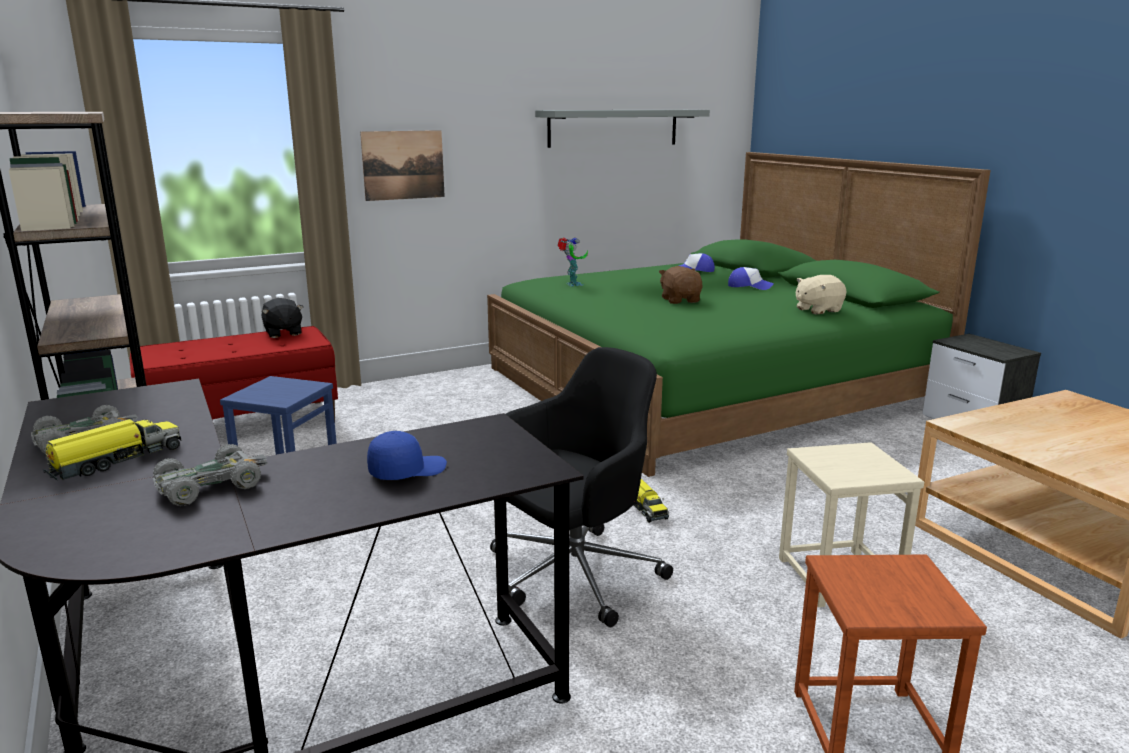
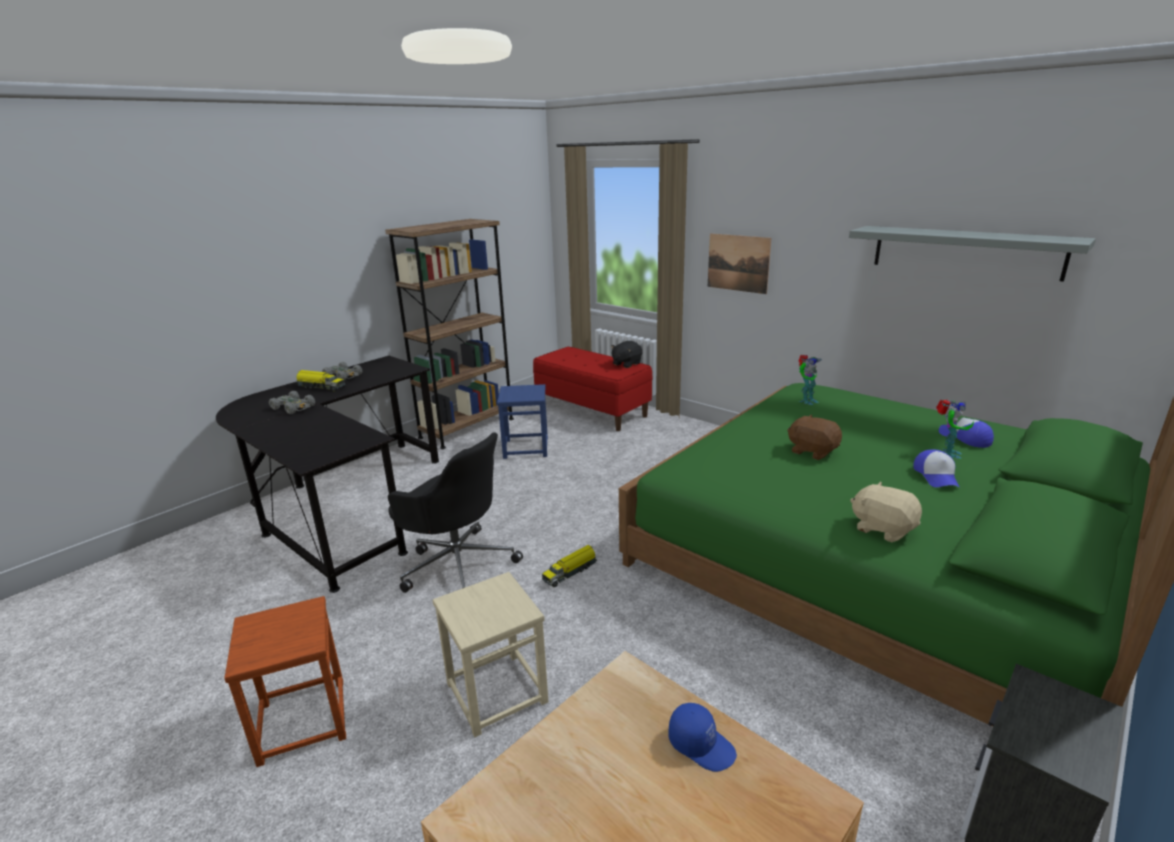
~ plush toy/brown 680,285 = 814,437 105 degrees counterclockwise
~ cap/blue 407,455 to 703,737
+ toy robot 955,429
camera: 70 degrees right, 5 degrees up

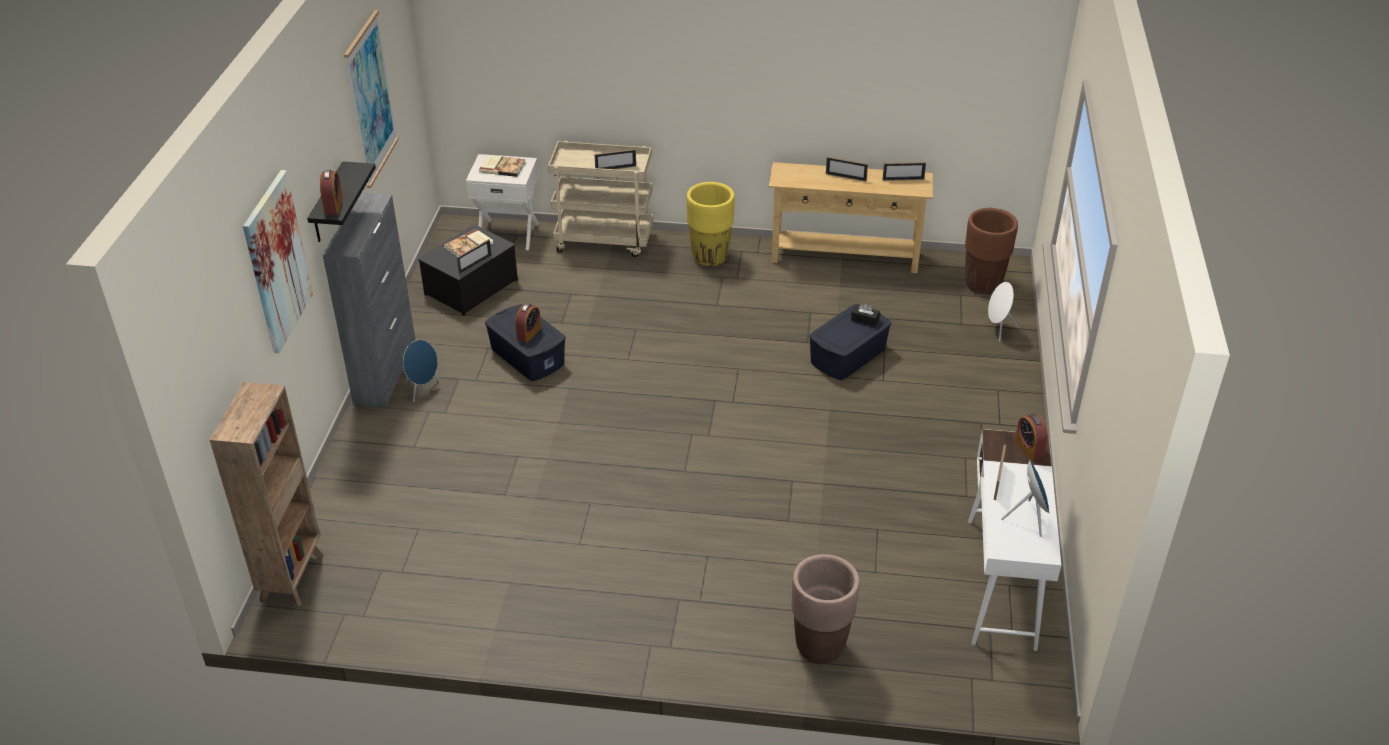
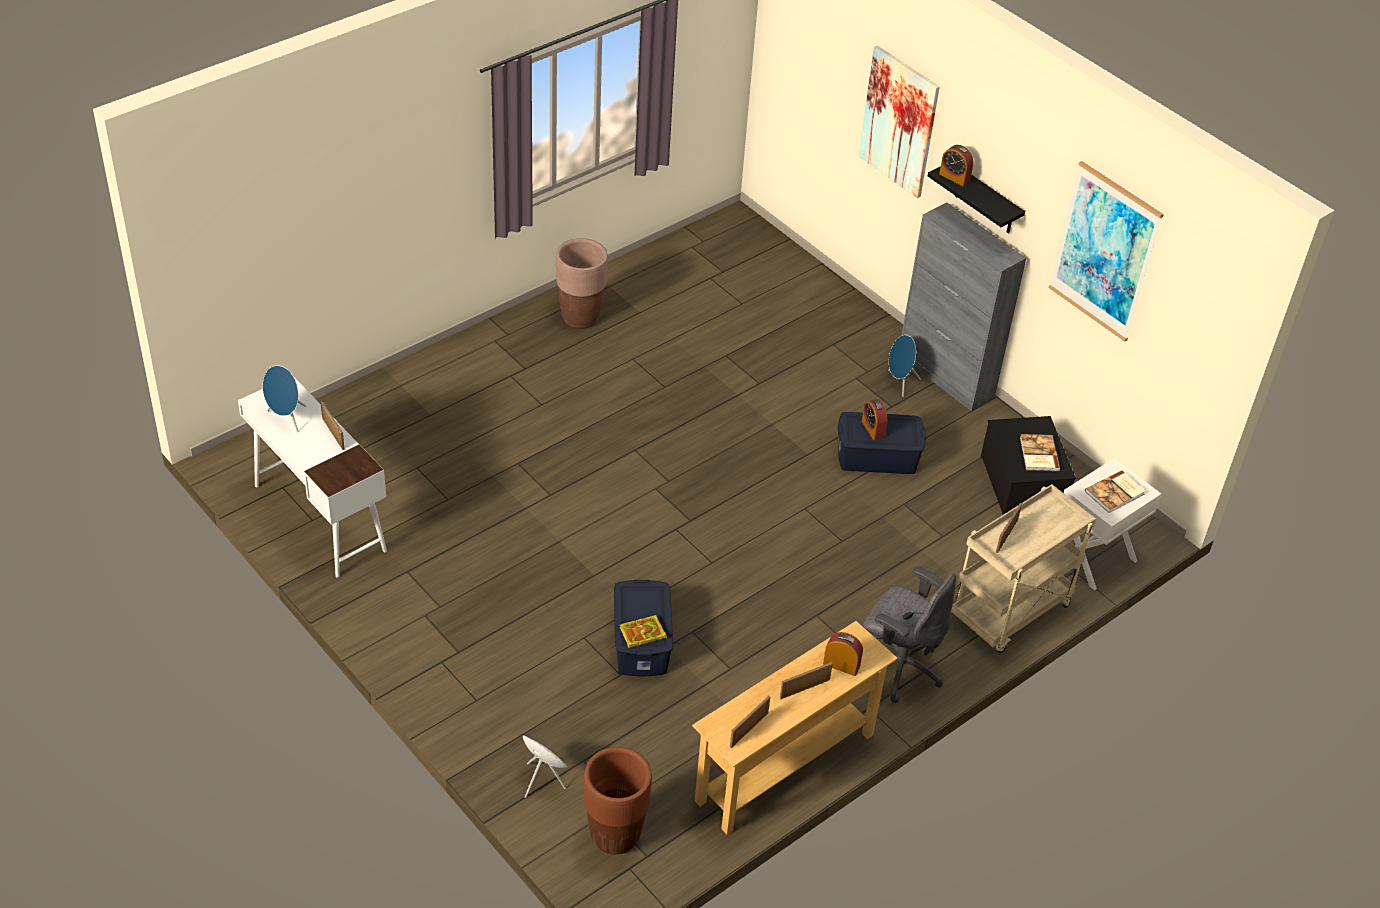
~ planter/yellow 711,224 to office chair/grey 909,634
- picture frame 474,256
~ tissue box/black 865,315 to book 643,631
- bookcase/brown 267,494
~ alarm clock 1031,437 to 843,654
~ planter/brown 825,609 to 582,283
camera: 130 degrees right, 5 degrees up

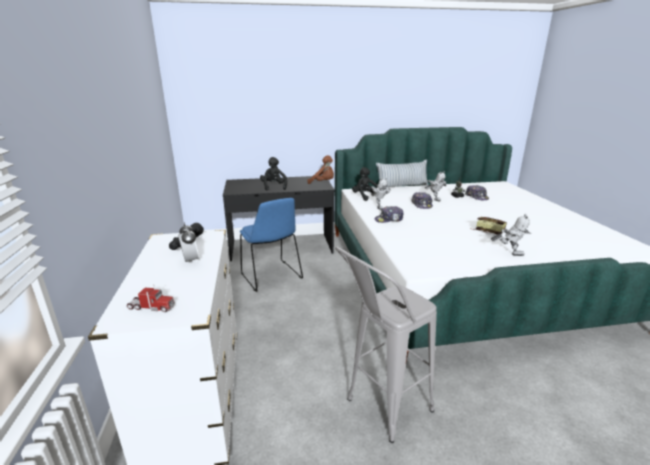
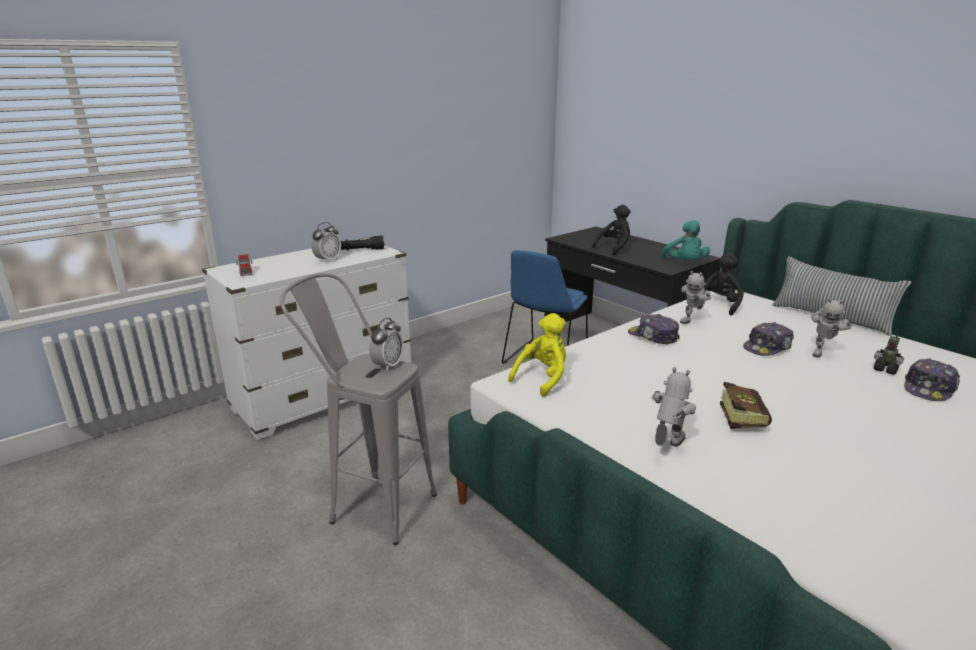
~ plush toy/brown 320,169 to plush toy/turquoise 685,240
~ toy robot 511,235 = 674,407 135 degrees counterclockwise
+ plush toy/yellow 537,355
+ alarm clock 386,345
camera: 60 degrees right, 0 degrees up

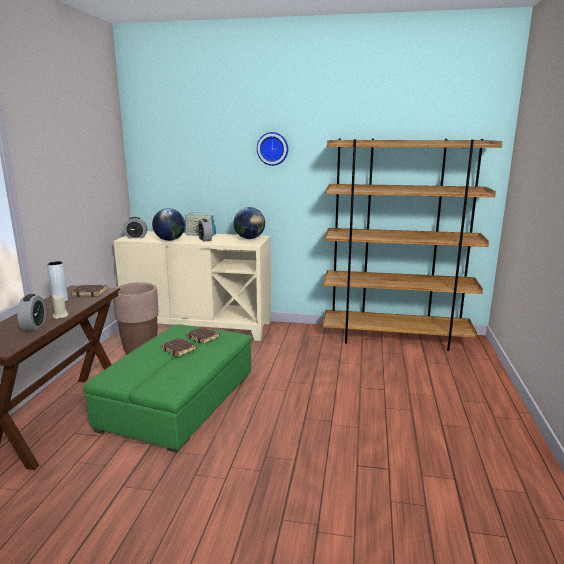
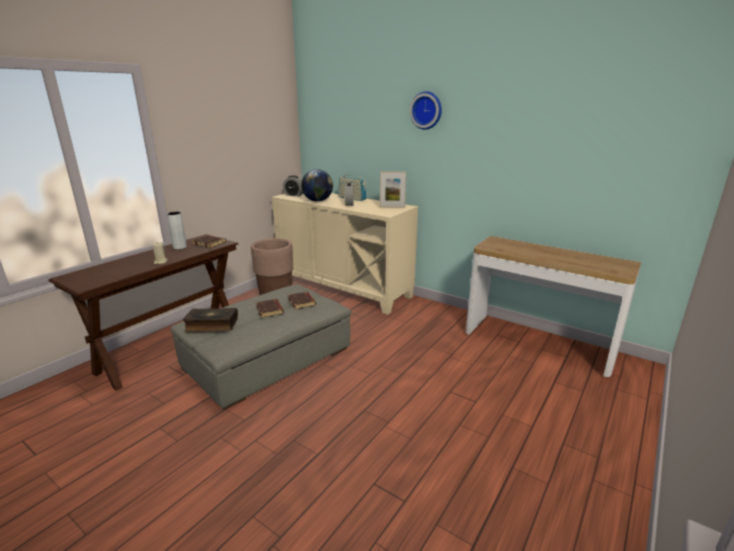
~ bookcase/brown 412,245 to console table 553,306
~ globe 249,223 to picture frame 393,189
- alarm clock 31,312
~ ottoman/green 167,388 to ottoman/grey 261,347
+ book 210,320
camera: 25 degrees right, 5 degrees up

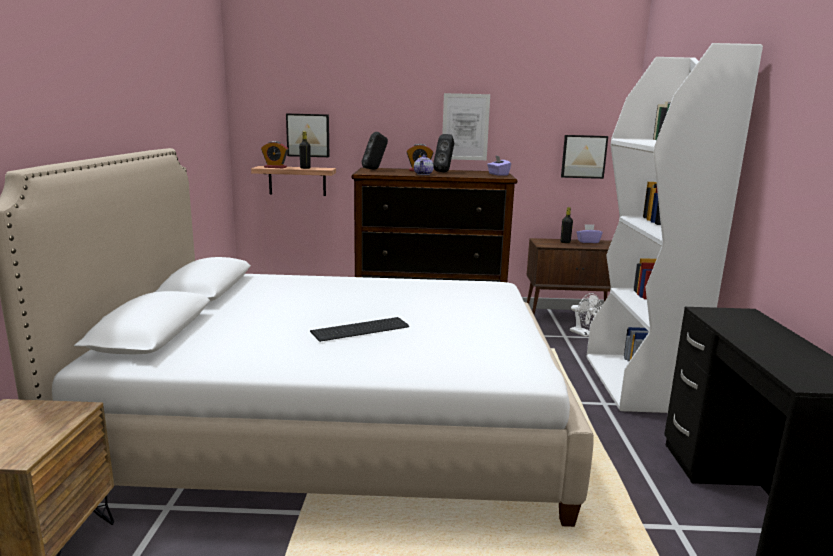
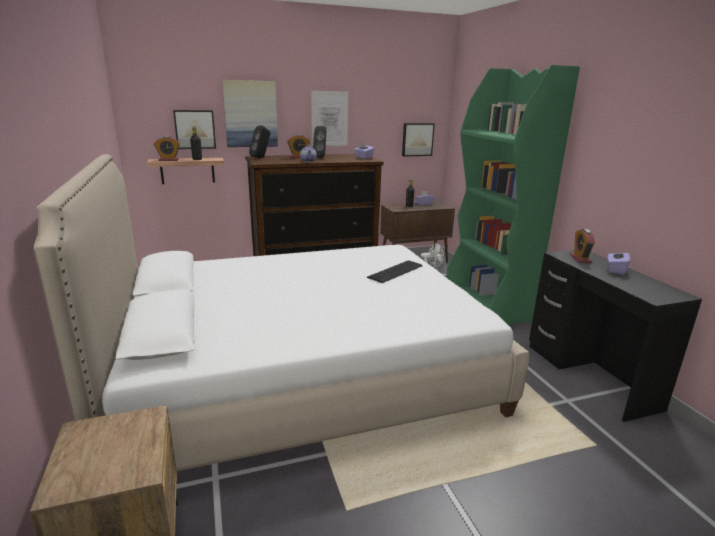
~ bookcase/white 674,228 to bookcase/green 513,195
~ keyboard 359,329 to 395,271
+ picture 250,113
+ alarm clock 582,246
+ tissue box/purple 619,261
camera: 20 degrees left, 5 degrees up

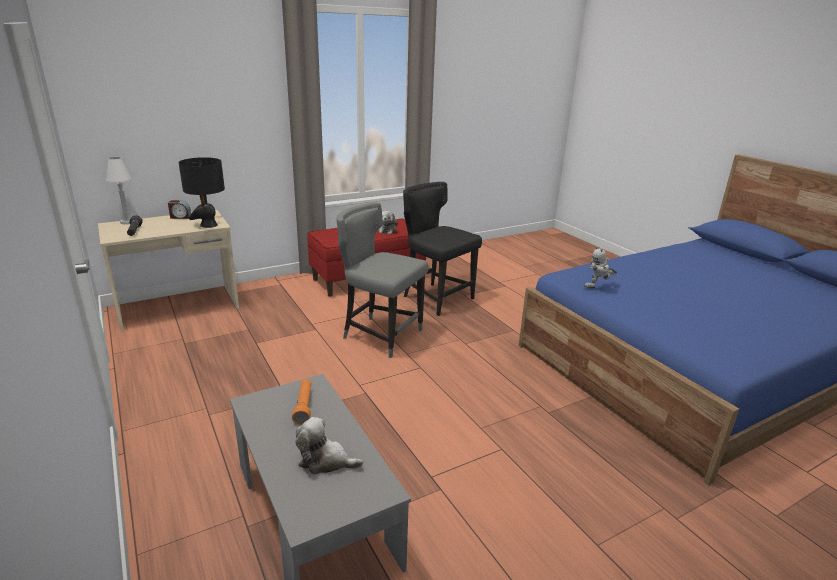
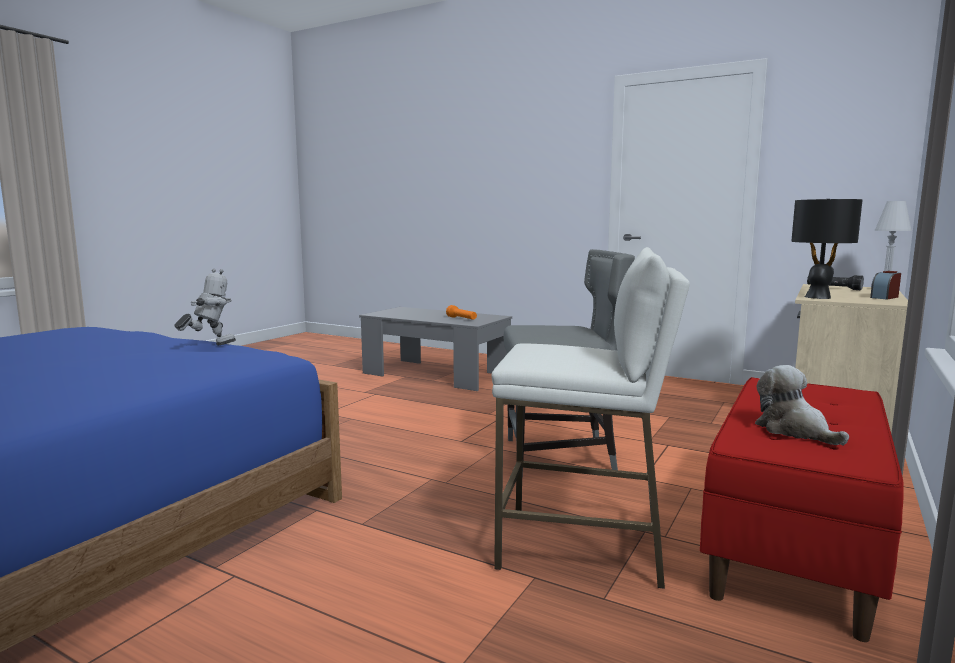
~ chair/black 442,249 to stool/white 590,418
- plush toy 329,445
camera: 150 degrees right, 15 degrees down

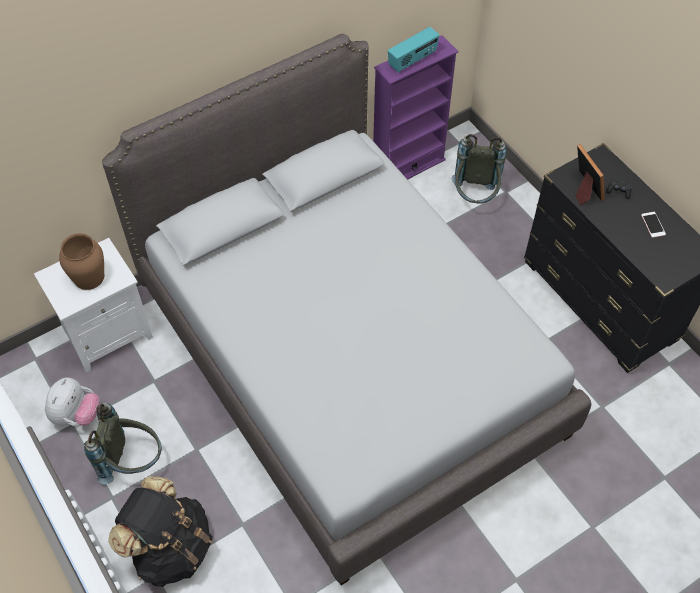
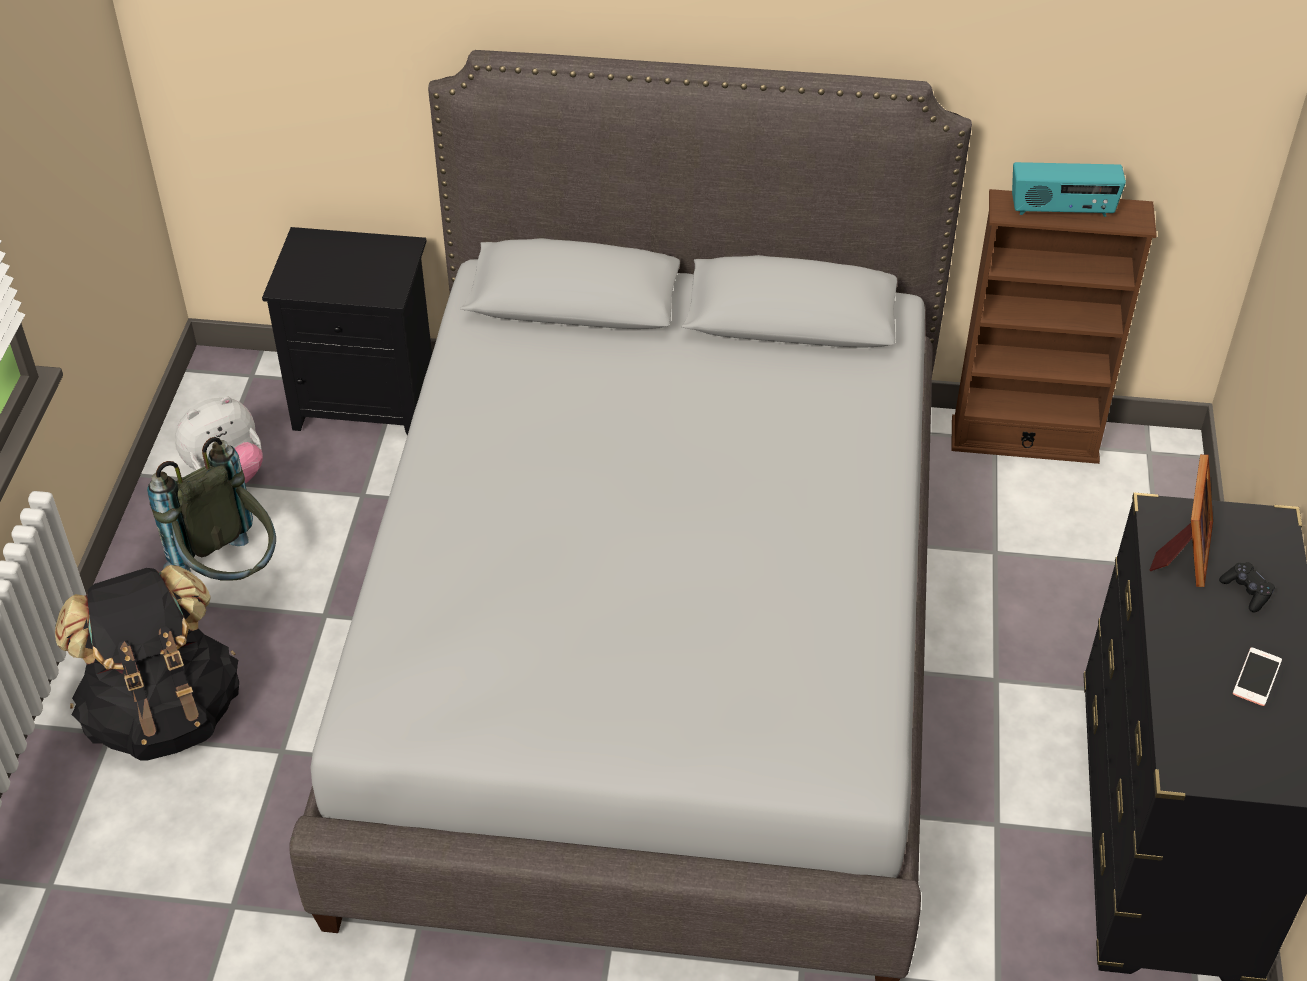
~ bookcase/purple 415,107 to bookcase/brown 1054,326
- backpack/grey 479,169
- vase/brown 81,261
~ nightstand/white 93,305 to nightstand/black 347,331
camera: 40 degrees right, 10 degrees down

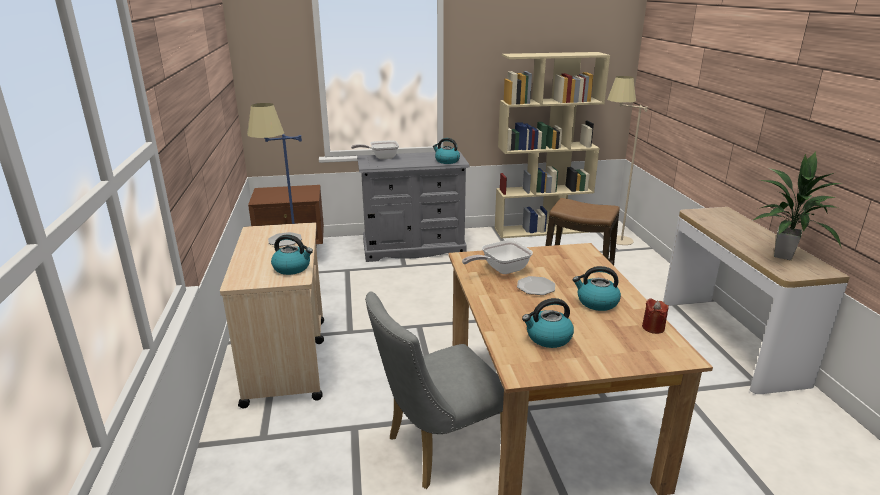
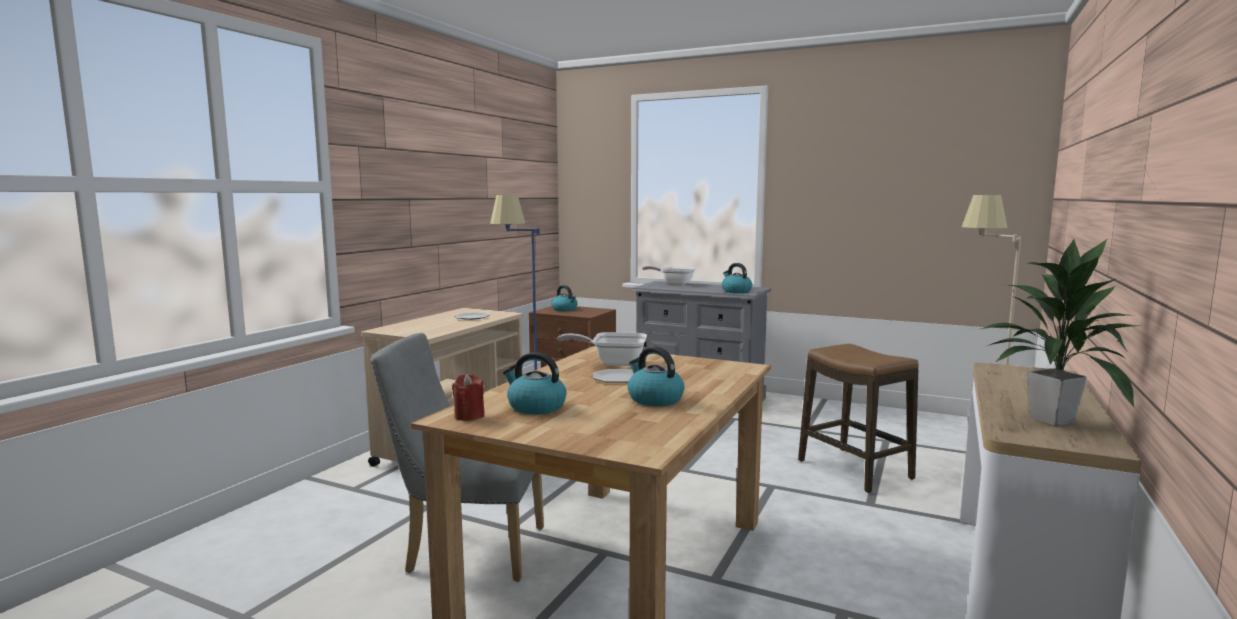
- bookcase/beige 552,145
~ kettle 292,255 to 564,298
~ candle/red 655,316 to 468,397
camera: 35 degrees right, 15 degrees down

